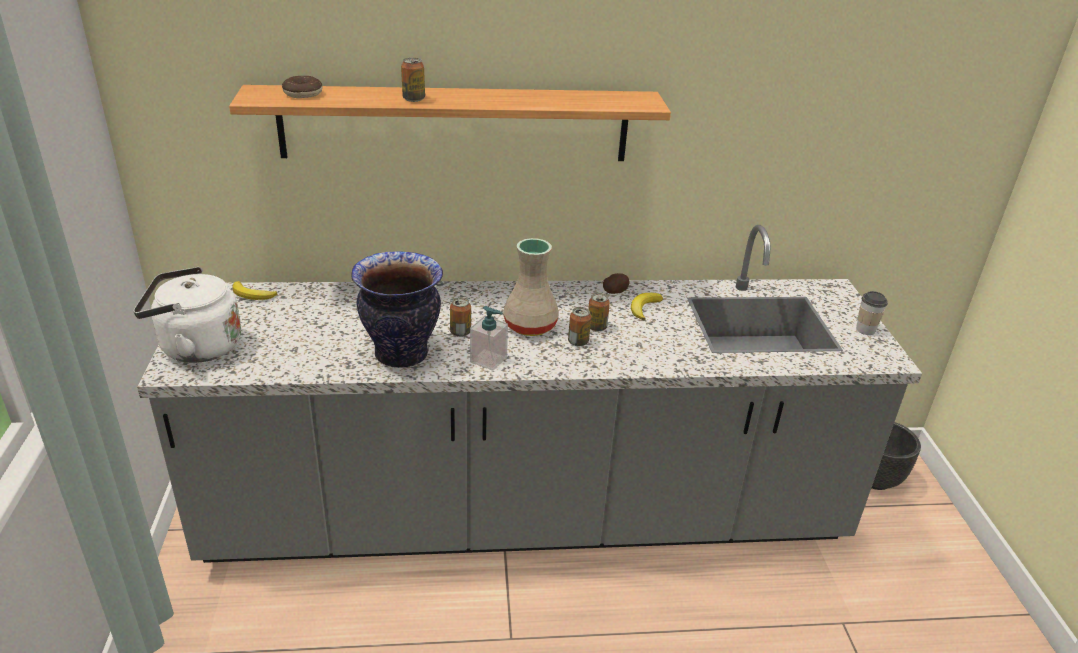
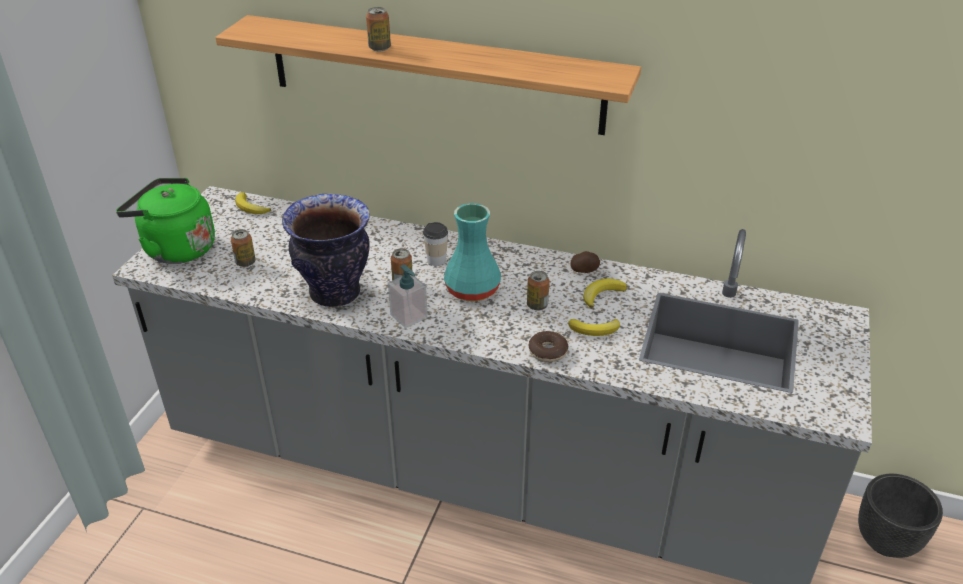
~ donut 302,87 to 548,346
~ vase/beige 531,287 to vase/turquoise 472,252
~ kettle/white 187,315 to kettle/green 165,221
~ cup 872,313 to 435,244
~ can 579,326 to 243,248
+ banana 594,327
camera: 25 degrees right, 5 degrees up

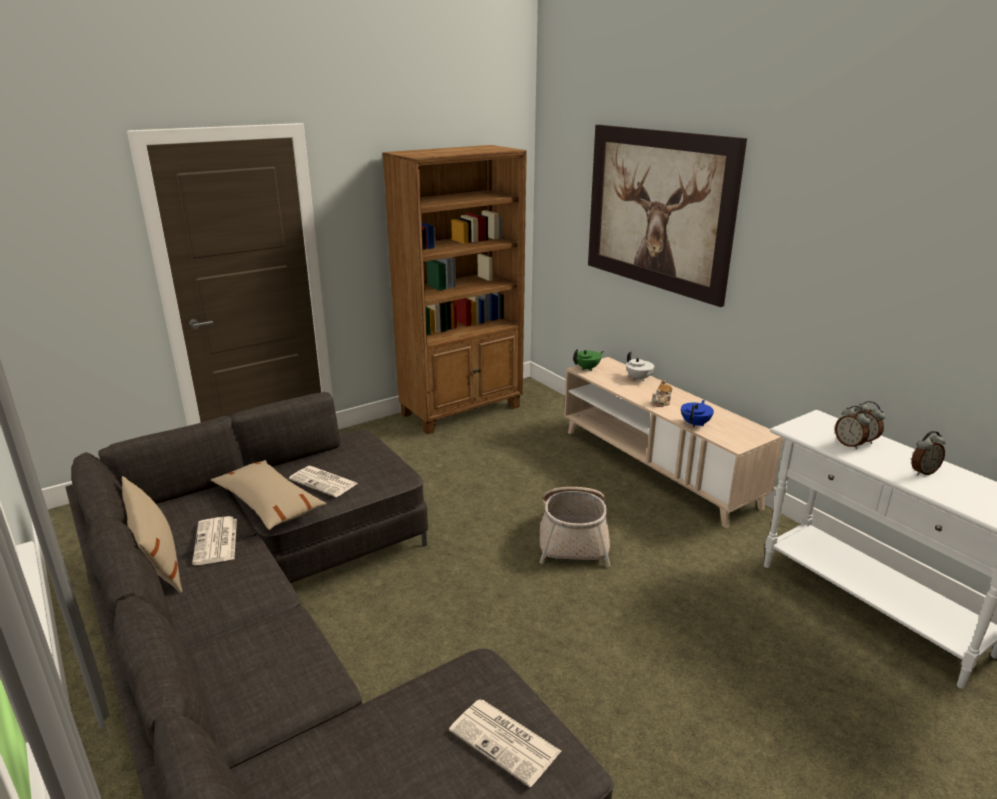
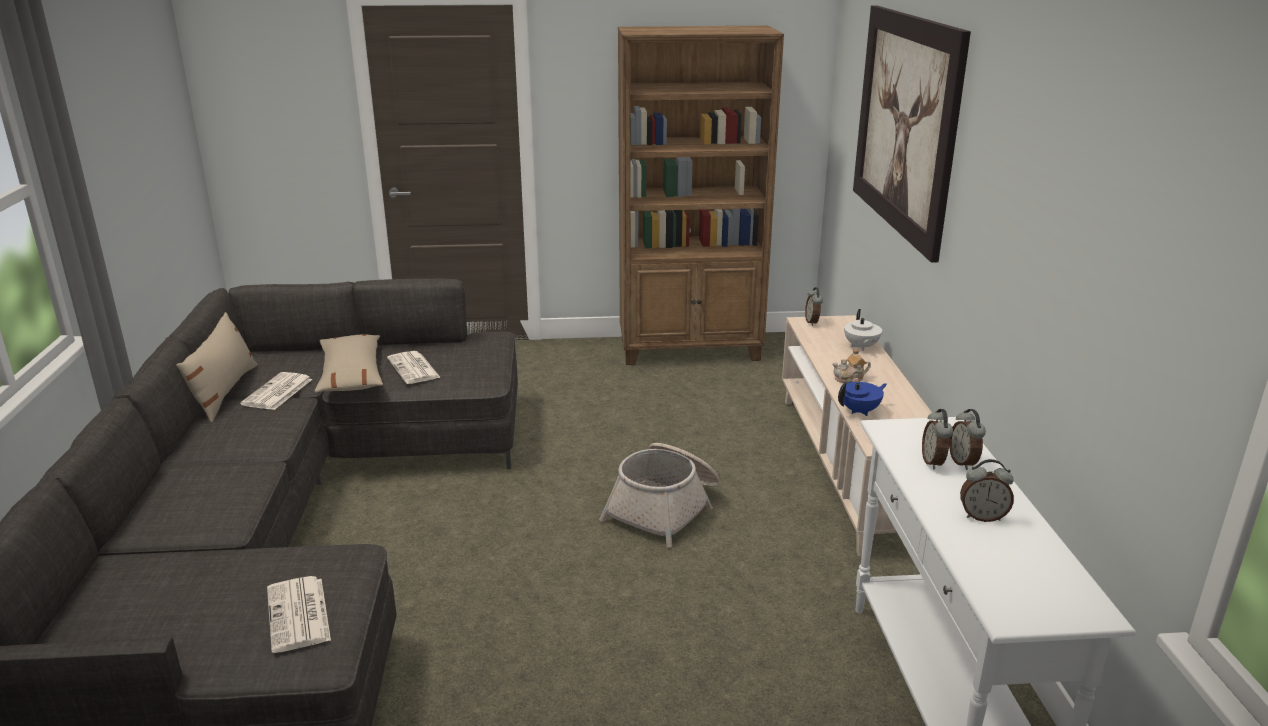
~ teapot/green 588,360 to alarm clock 814,306
camera: 30 degrees right, 0 degrees up

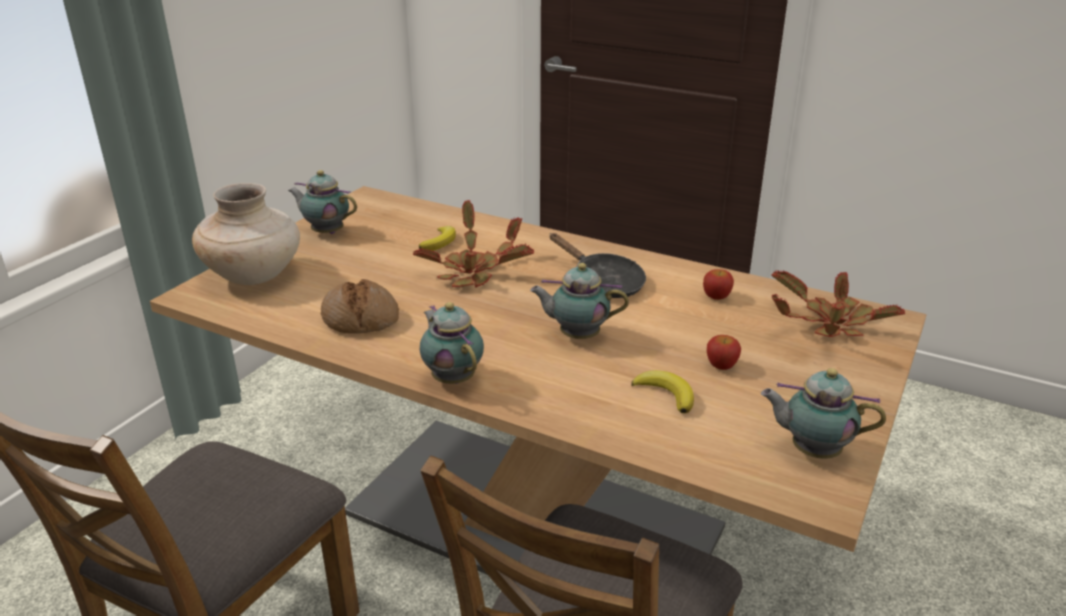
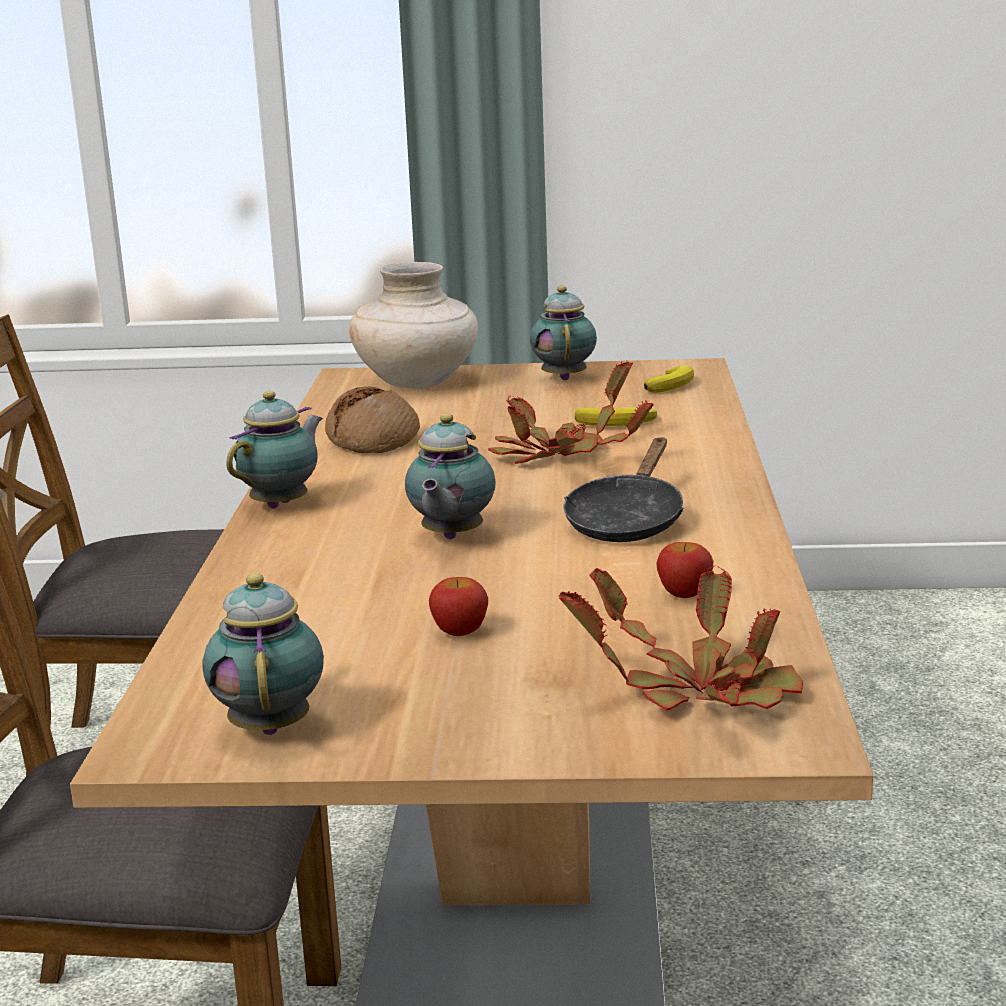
~ teapot 579,301 = 450,476 150 degrees counterclockwise
~ banana 662,391 to 669,379
camera: 65 degrees right, 10 degrees down

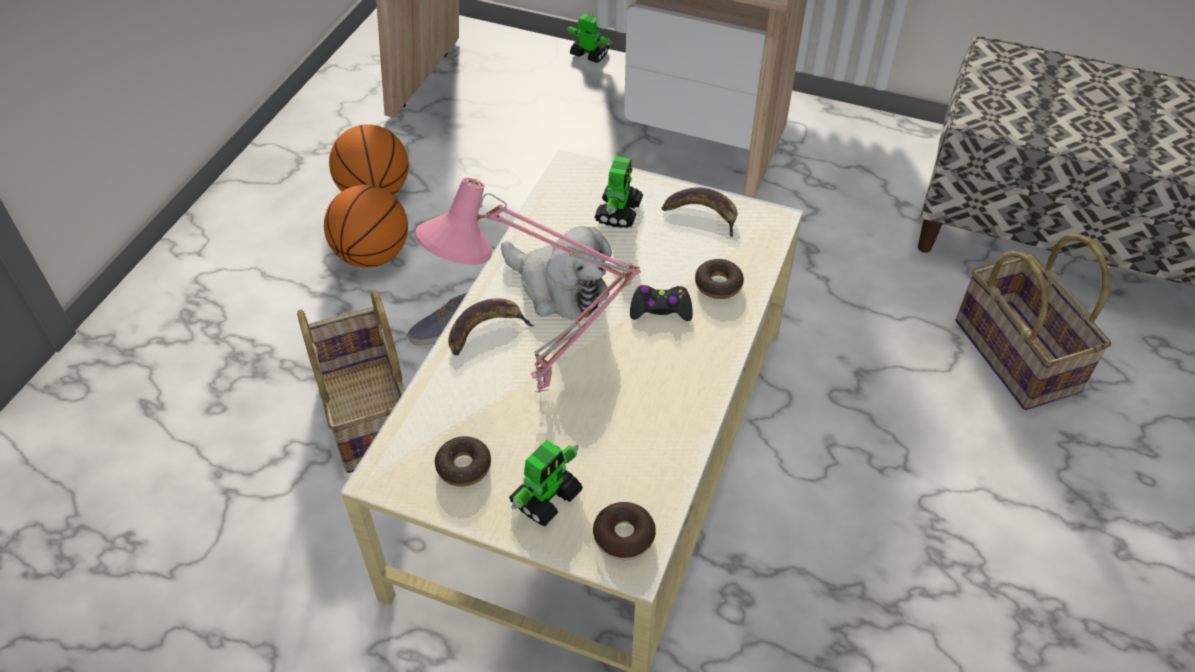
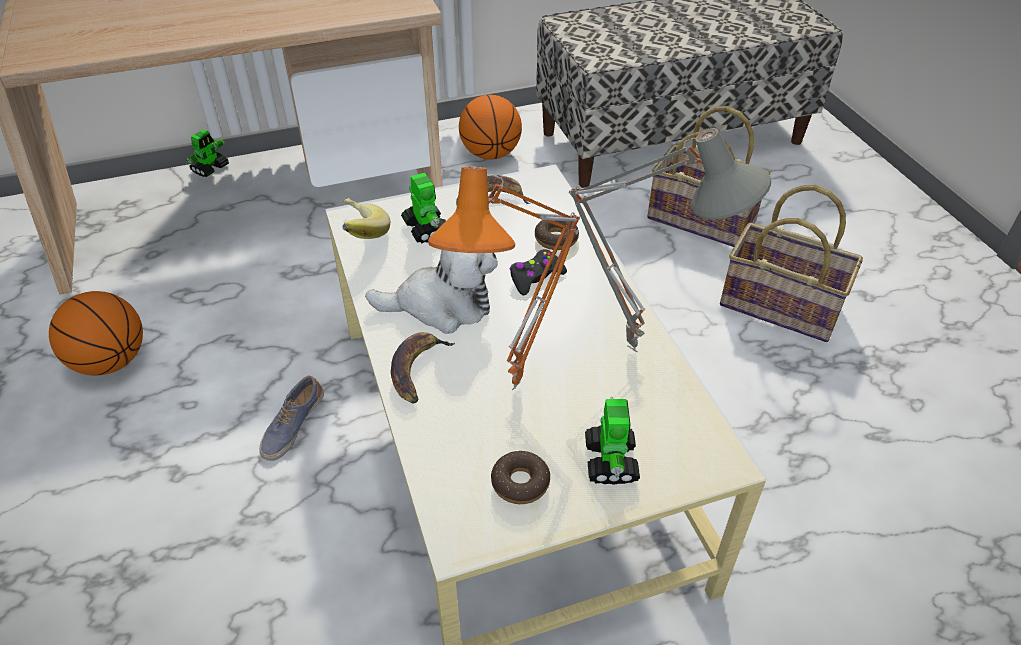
~ toy robot 589,38 = 207,153 135 degrees clockwise
~ table lamp/pink 528,285 to table lamp/orange 504,278
~ basketball 366,226 to 490,127
~ basket 351,381 to 791,263
- donut 624,531
+ table lamp/grey 670,240
+ banana 366,218
camera: 40 degrees left, 5 degrees down

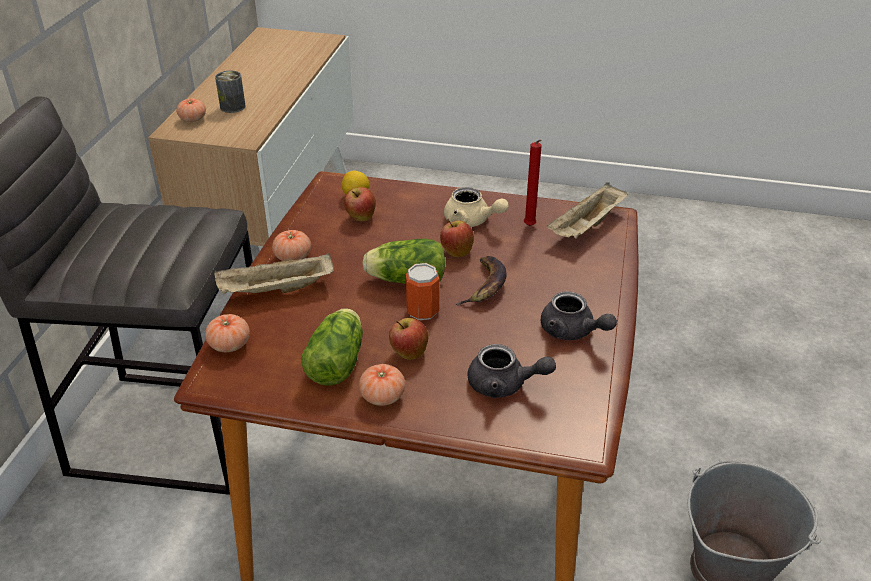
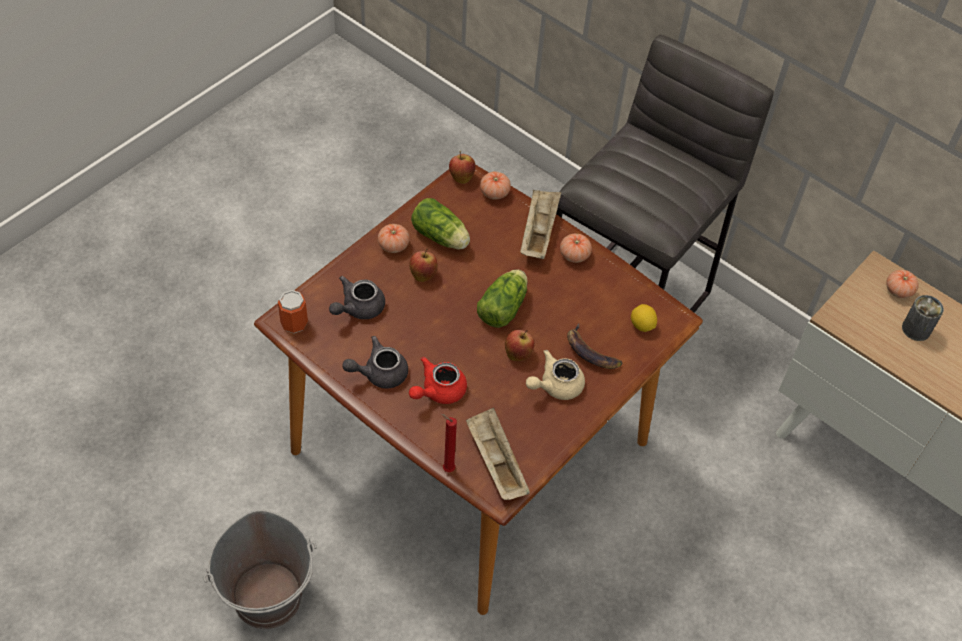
~ candle/red 533,183 to 448,442
~ apple 360,204 to 462,167
~ banana 480,281 to 594,346
~ can 422,291 to 293,311
+ teapot/red 438,380
camera: 115 degrees right, 15 degrees up

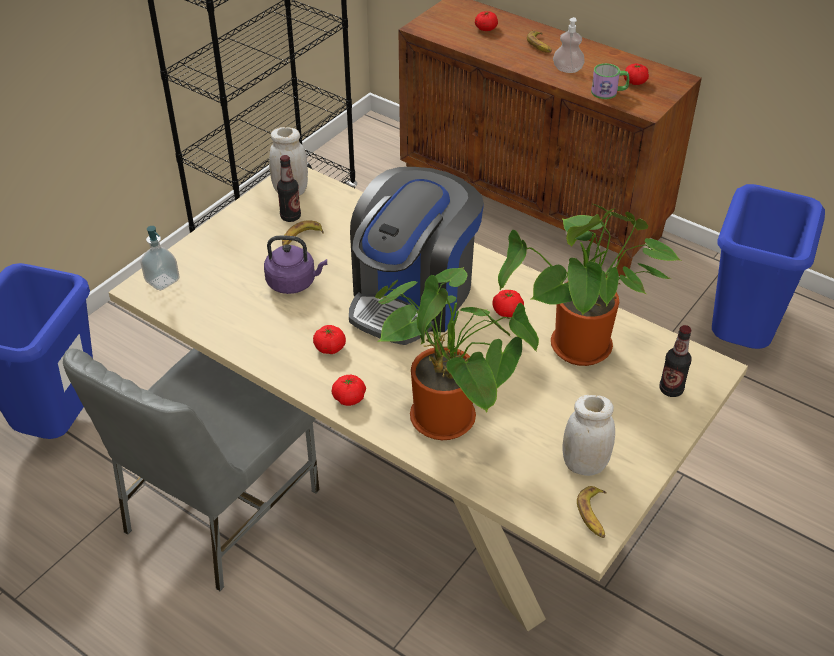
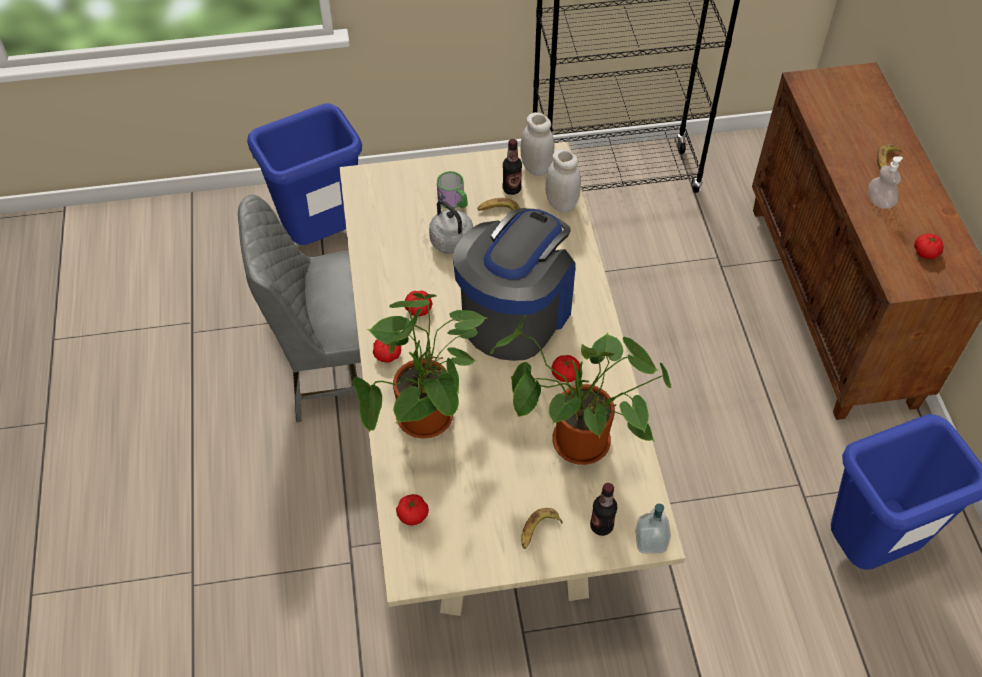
~ tomato 486,21 to 412,509
~ mug 610,81 to 452,190
~ coffee machine 416,256 = 514,284 135 degrees clockwise
~ soap dispenser 160,258 to 653,529
~ kettle/purple 295,264 to kettle/grey 451,227
~ jar/white 589,435 to 563,181
~ banana 592,512 to 542,528
camera: 45 degrees right, 10 degrees up

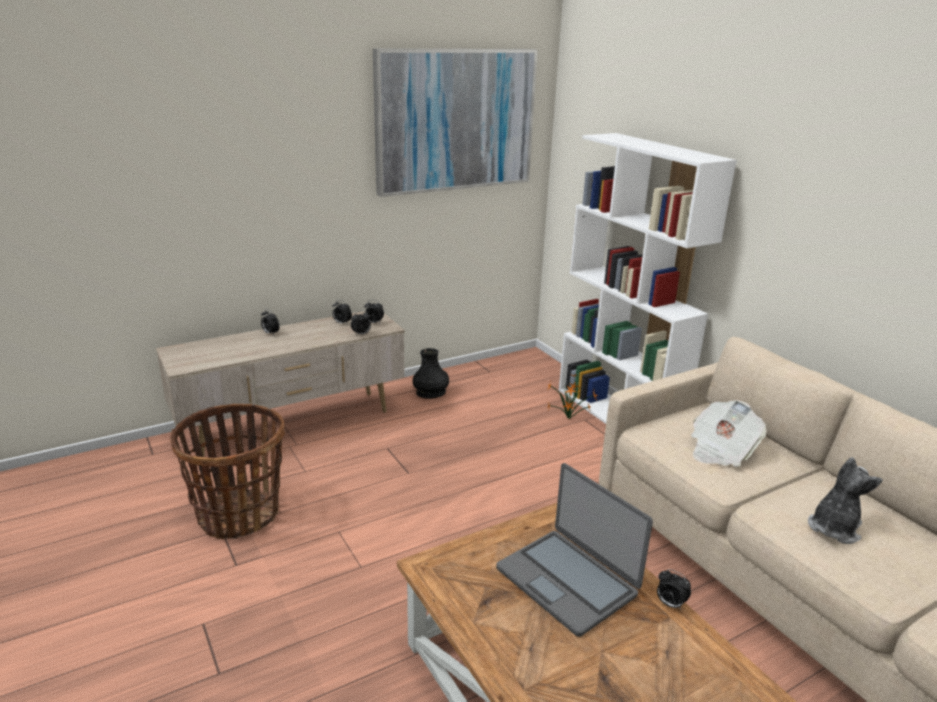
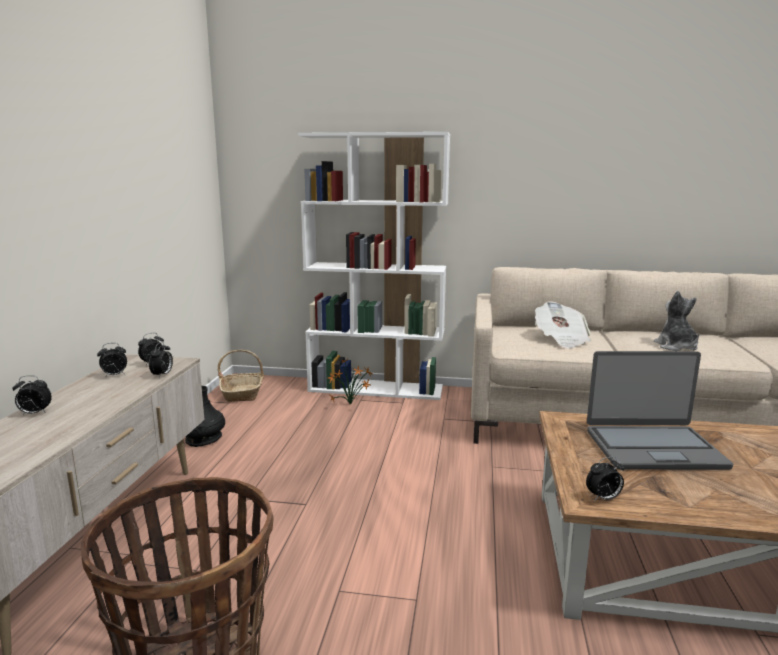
- picture 455,123
~ alarm clock 674,589 to 605,478
+ basket 241,376
camera: 50 degrees left, 10 degrees down

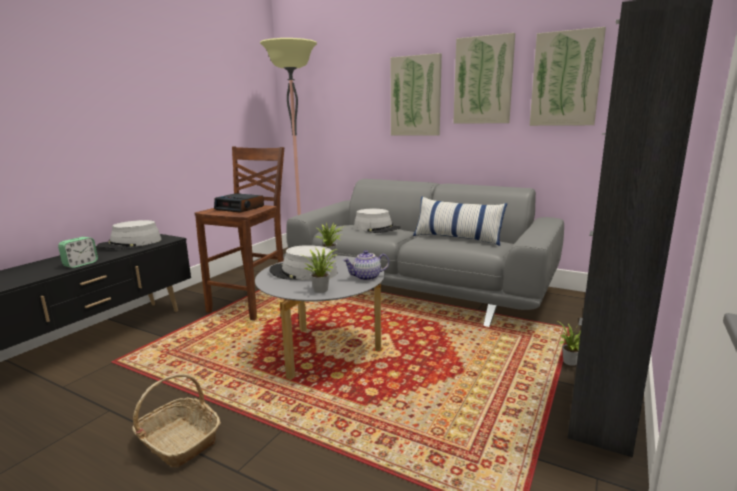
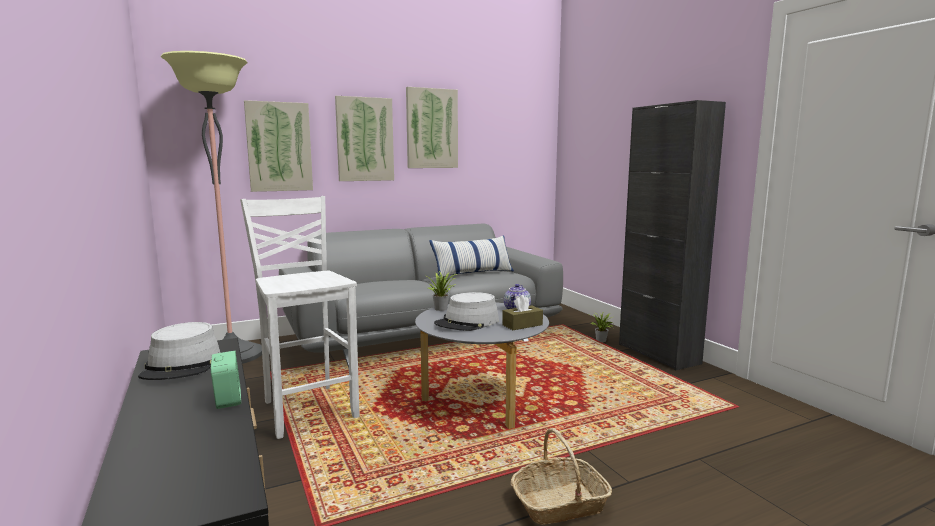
~ picture 568,76 to 278,146
~ stool/brown 239,233 to stool/white 300,317
- alarm clock 239,203
- hat/grey 377,221
~ potted plant 320,270 to tissue box/brown 522,312
camera: 55 degrees left, 5 degrees down

